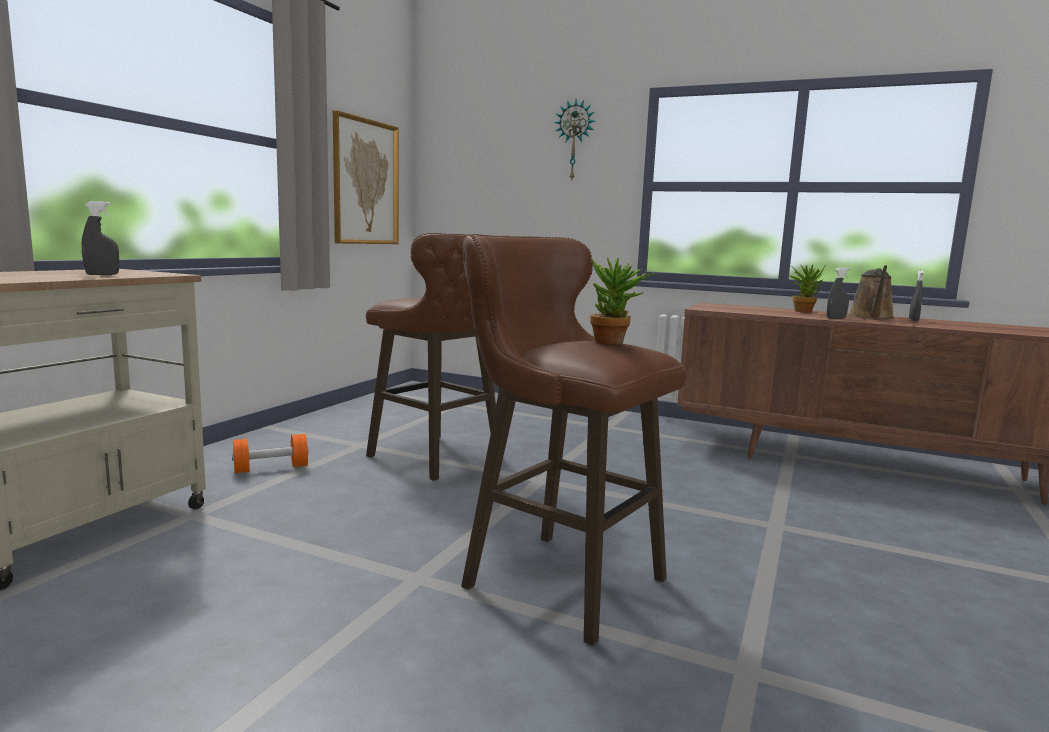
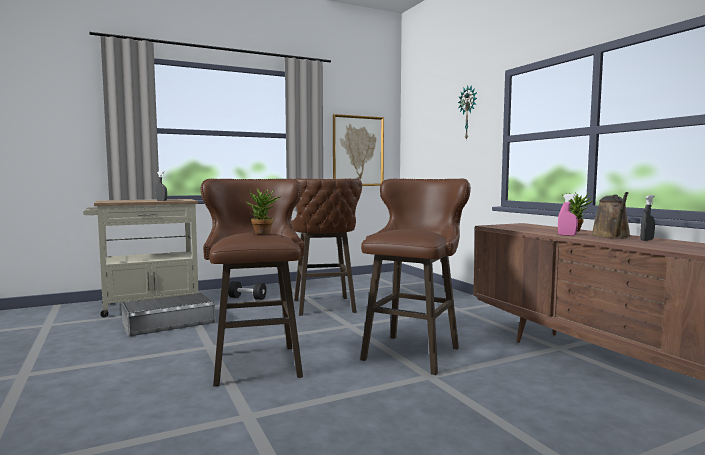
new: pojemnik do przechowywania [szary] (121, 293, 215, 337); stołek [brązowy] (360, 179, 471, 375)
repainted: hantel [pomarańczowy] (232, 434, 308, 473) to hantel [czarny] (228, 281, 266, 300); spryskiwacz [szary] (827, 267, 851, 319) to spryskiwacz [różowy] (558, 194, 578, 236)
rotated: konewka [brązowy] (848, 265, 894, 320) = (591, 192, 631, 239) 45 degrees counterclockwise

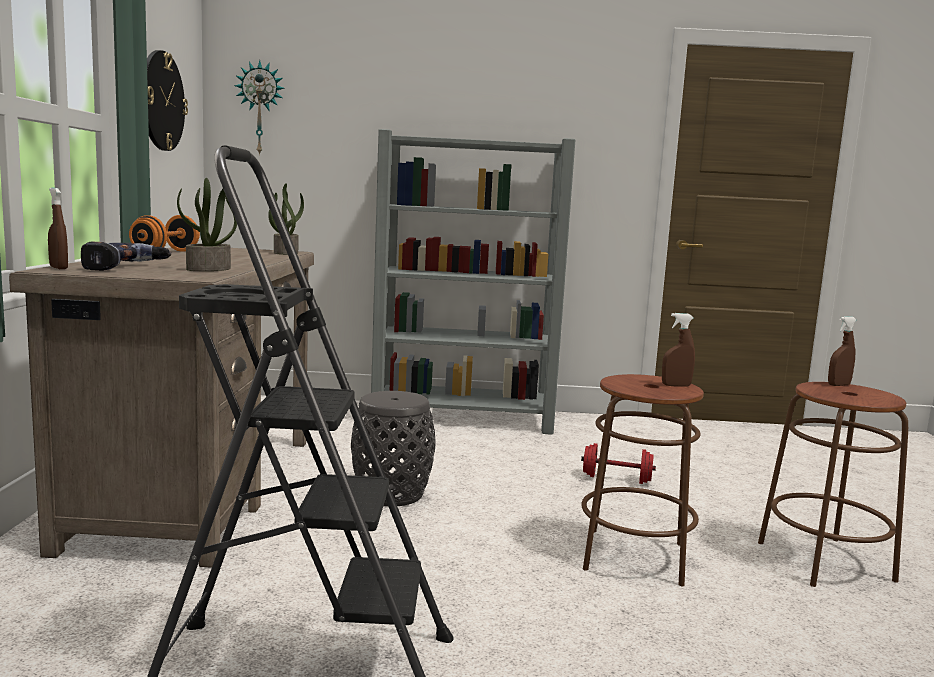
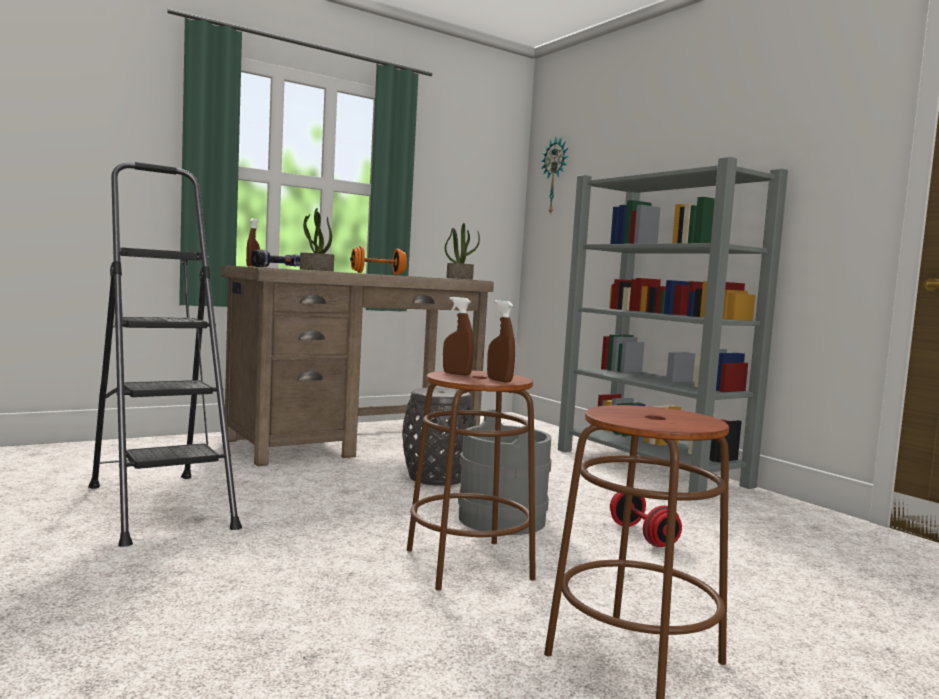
gone: zegar ścienny (147, 50, 188, 151)
new: wiadro [szary] (458, 409, 552, 535)
shifted: spryskiwacz [brązowy] (828, 316, 856, 386) to (443, 297, 474, 376)

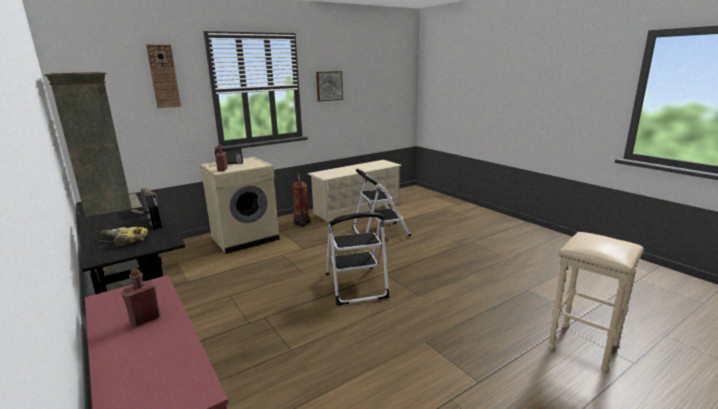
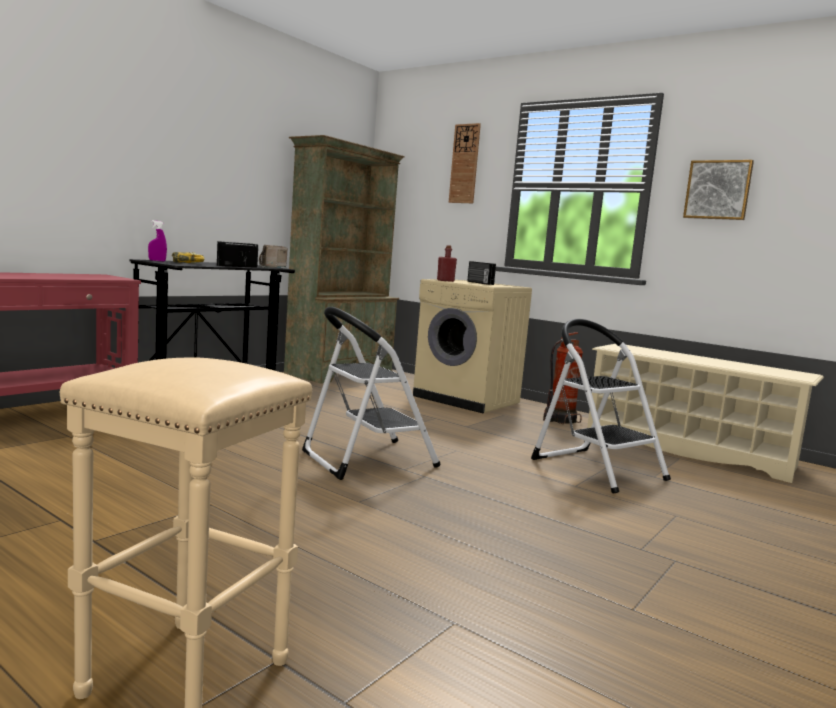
gone: butelka [czerwony] (121, 268, 161, 327)
new: spryskiwacz [fioletowy] (148, 220, 167, 261)

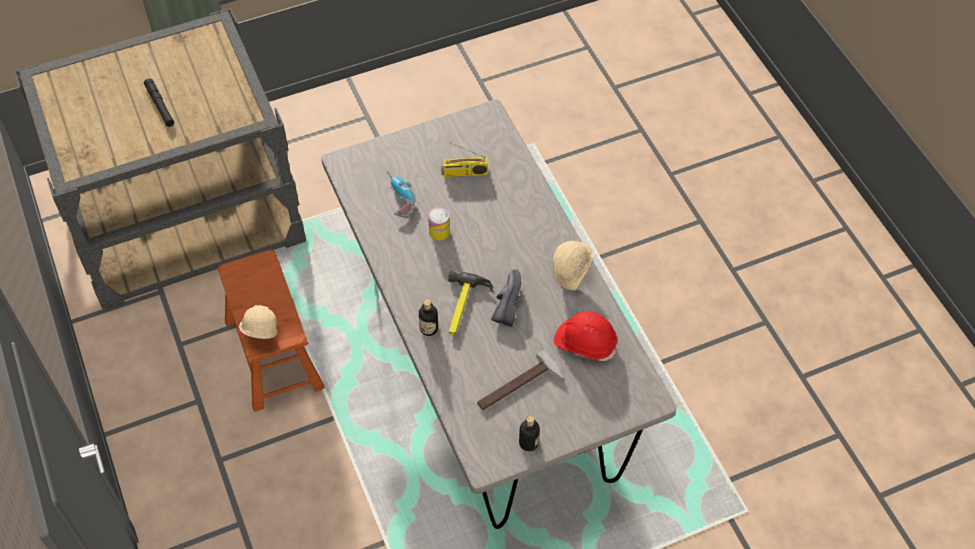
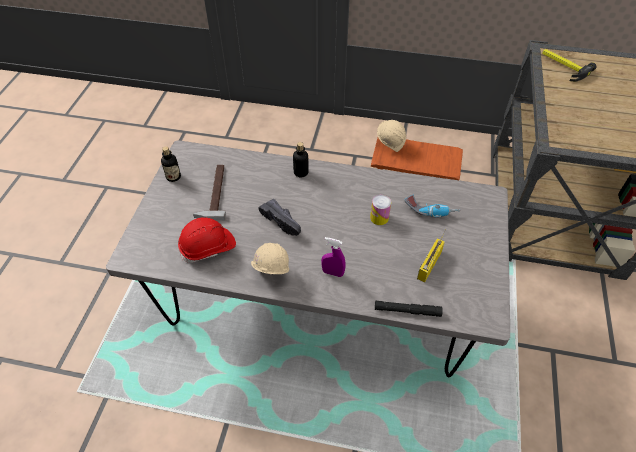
new: spryskiwacz [fioletowy] (321, 237, 346, 277)
shifted: latarka [czarny] (144, 78, 174, 127) to (375, 300, 443, 317); młotek (448, 271, 493, 335) to (542, 49, 597, 82)

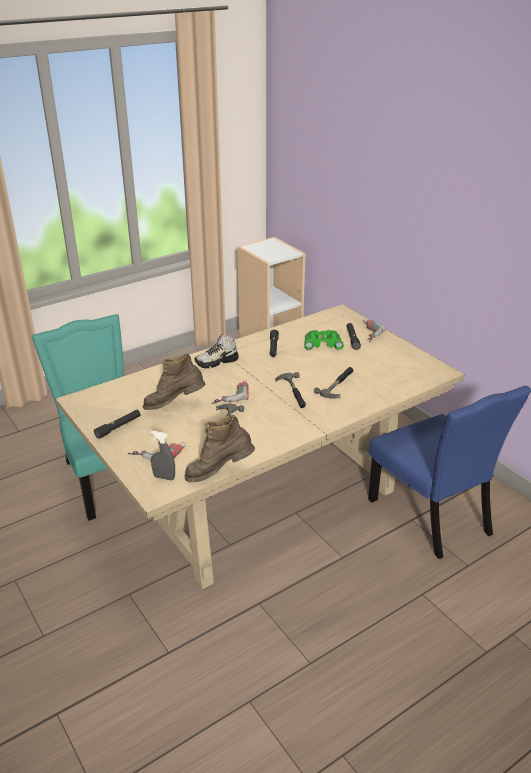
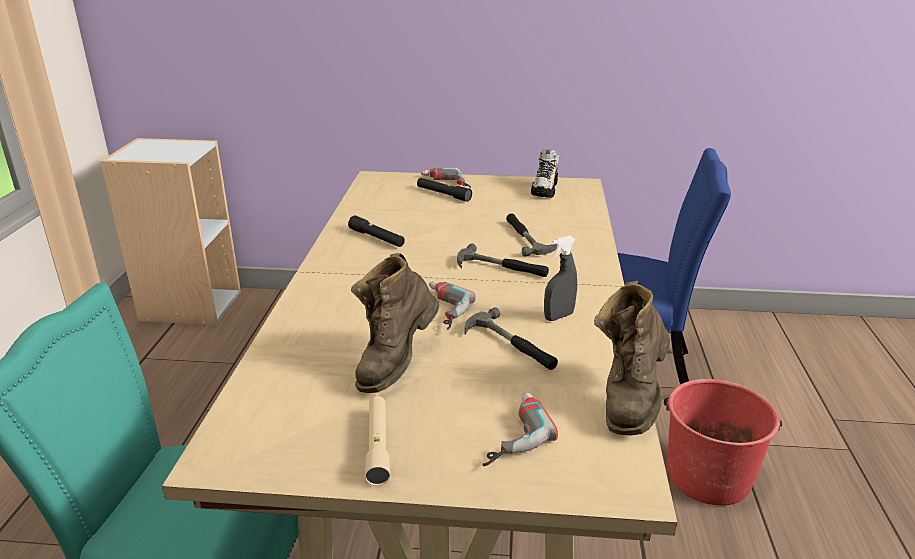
gone: lornetka [zielony] (304, 330, 344, 350)
new: wiadro [czerwony] (664, 379, 782, 505)
shifted: spryskiwacz [szary] (151, 431, 175, 481) to (544, 236, 577, 321); but (195, 334, 239, 368) to (531, 149, 559, 198)
repainted: latarka [czarny] (94, 410, 141, 439) to latarka [beżowy] (365, 396, 390, 486)

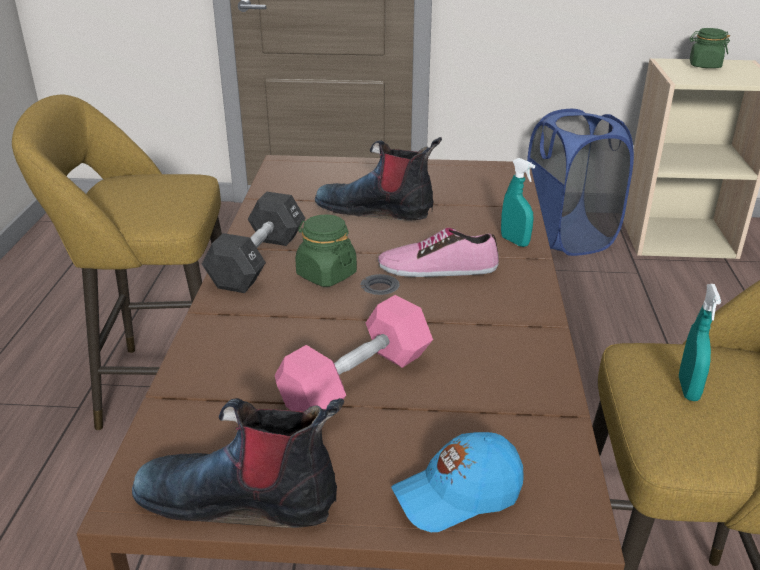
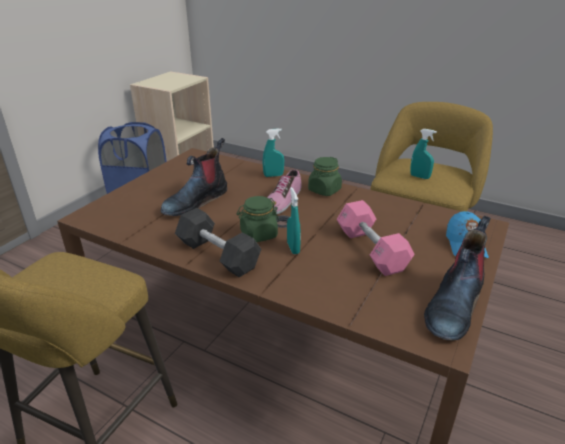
new: spryskiwacz [turkusowy] (287, 187, 301, 254)
shifted: słoik [zielony] (689, 28, 730, 68) to (308, 157, 342, 196)

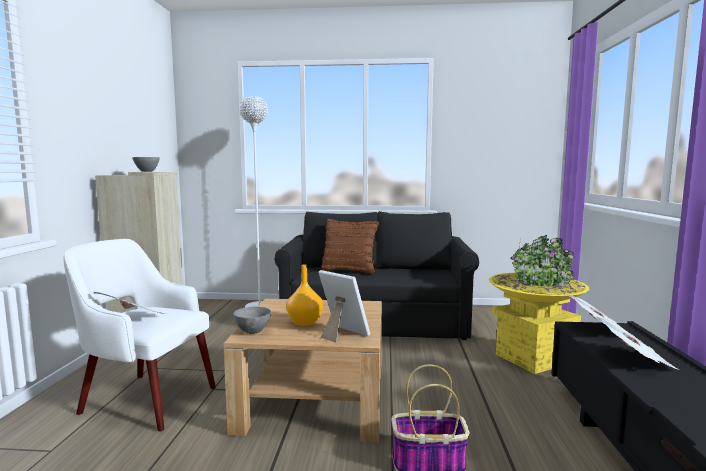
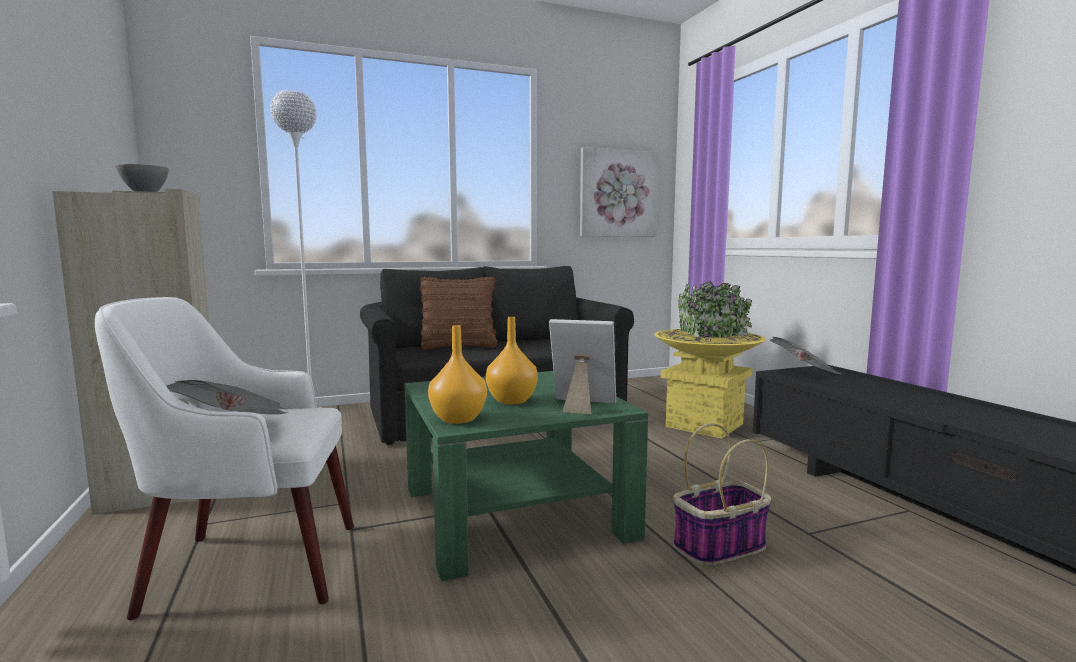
gone: gazeta (594, 316, 680, 370)
new: obraz (580, 147, 659, 237)
swapped: miska [szary] (233, 307, 271, 334) to wazon [pomarańczowy] (428, 325, 487, 424)
repainted: ława [brązowy] (223, 299, 382, 443) to ława [zielony] (404, 371, 648, 581)

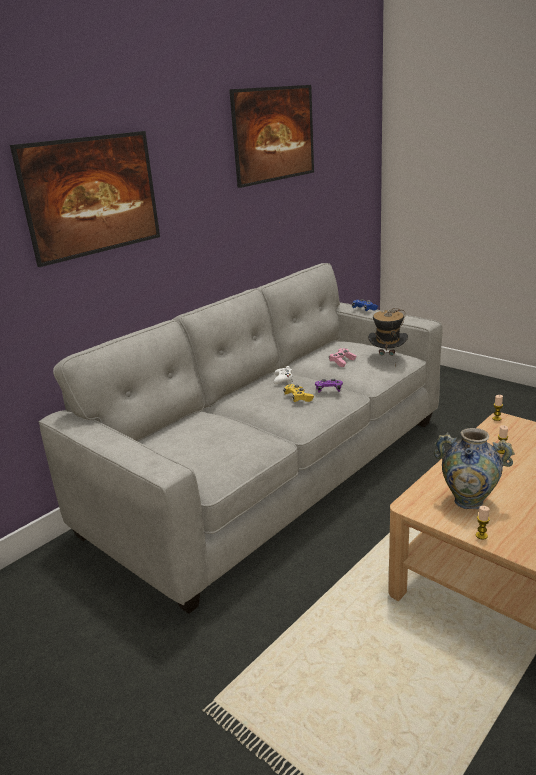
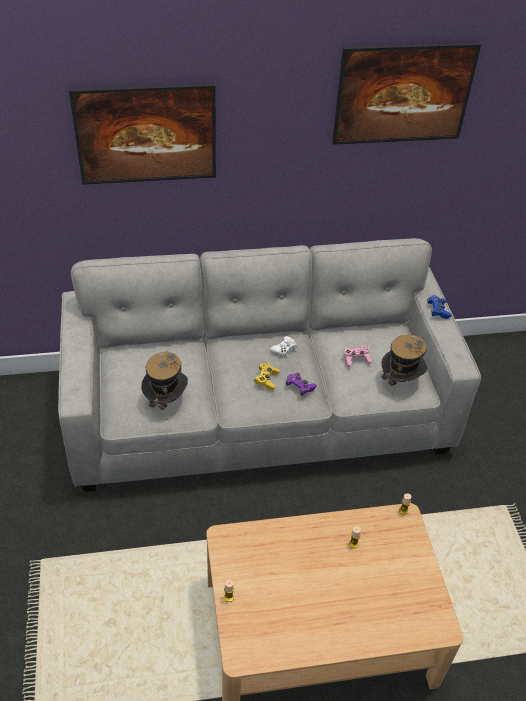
gone: wazon (434, 428, 515, 509)
new: kapelusz (141, 351, 188, 419)

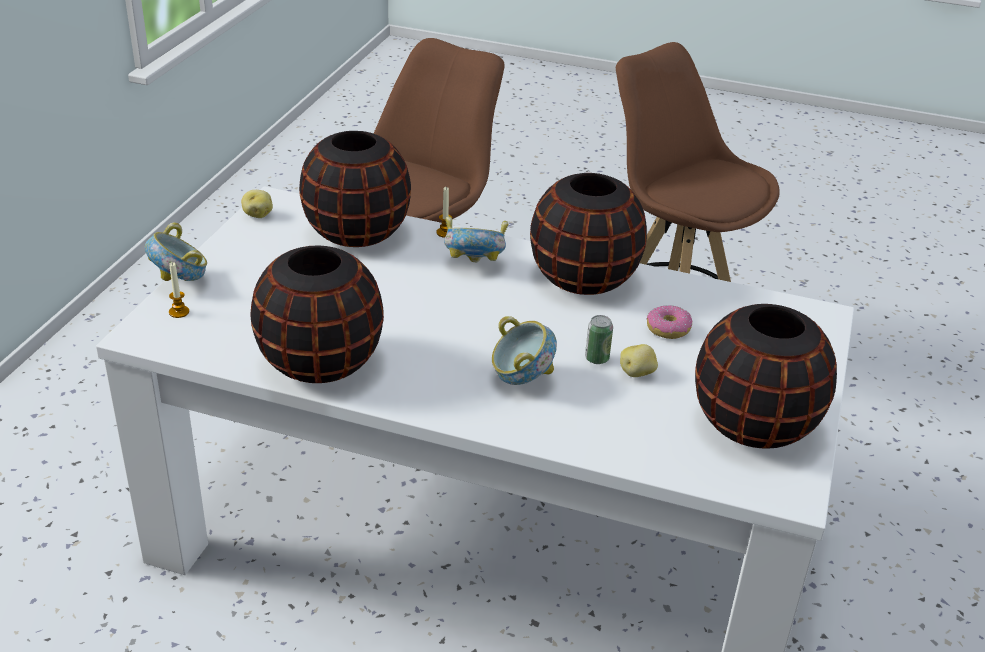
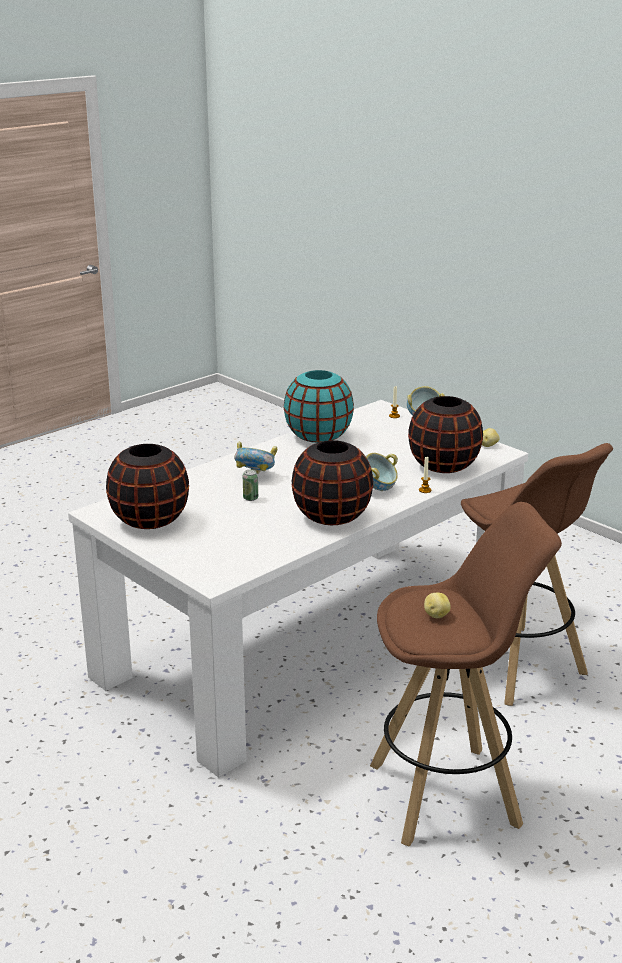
gone: donut (647, 305, 692, 339)
shifted: ziemniak (620, 344, 658, 377) to (424, 593, 451, 618)
repainted: wazon [czarny] (250, 246, 384, 383) to wazon [turkusowy] (284, 370, 354, 443)

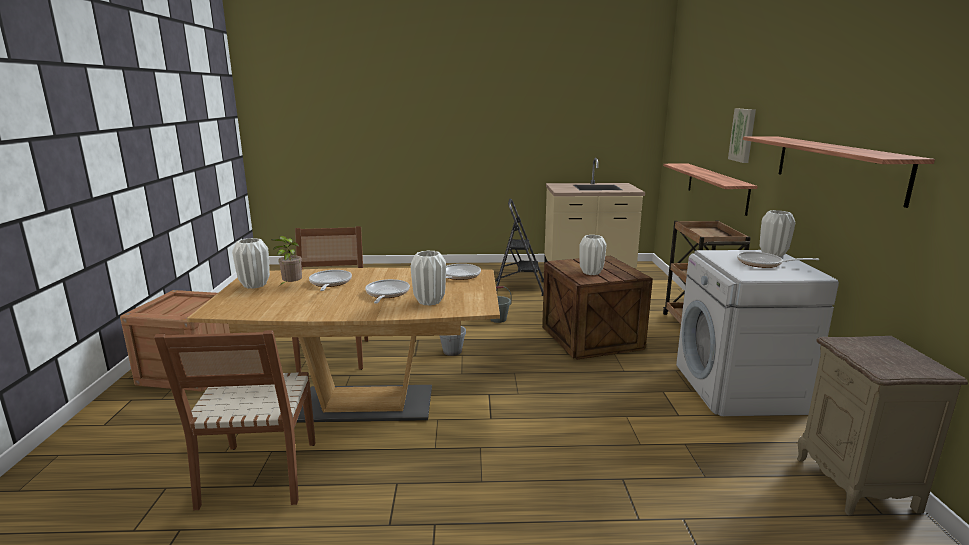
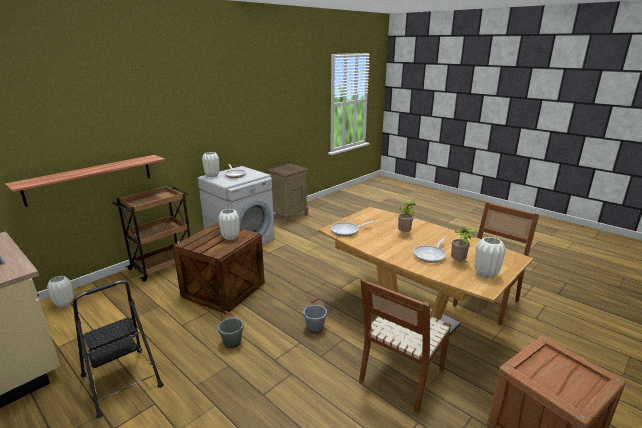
gone: obraz (728, 109, 756, 163); półka (743, 136, 935, 208)
shifted: wazon [biały] (411, 250, 446, 306) to (47, 276, 74, 307)
swapped: patelnia (365, 279, 410, 304) to roślina doniczkowa (398, 201, 416, 232)

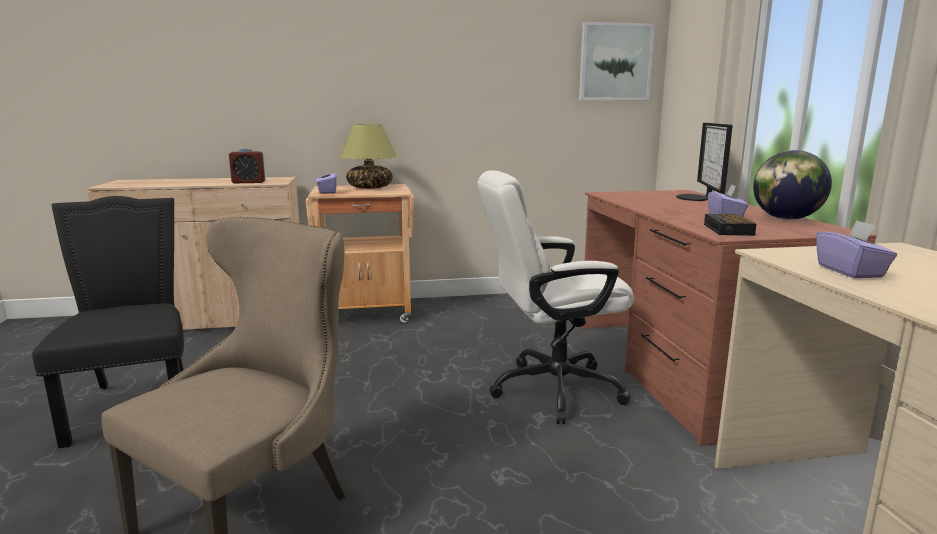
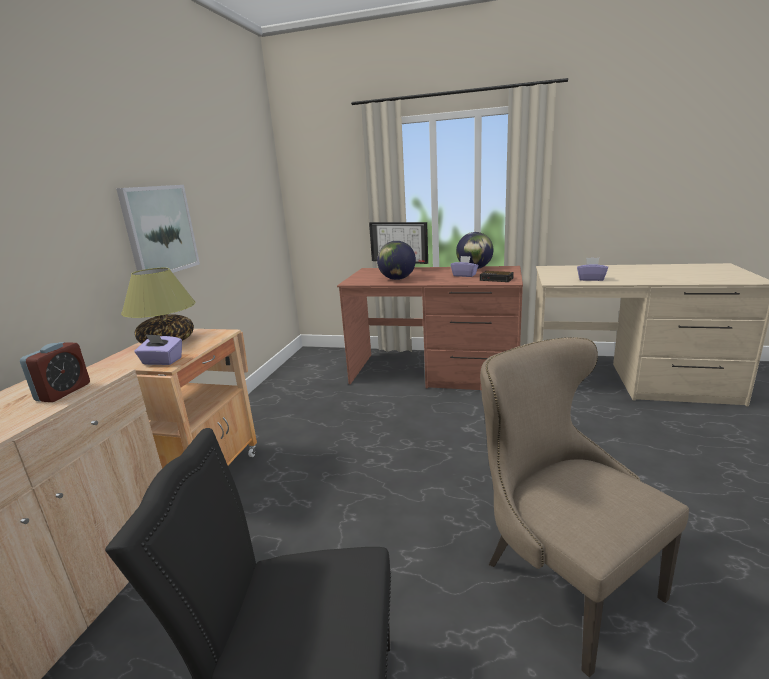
gone: krzesło biurowe [biały] (477, 170, 634, 424)
new: globus (377, 241, 416, 280)
shifted: obraz (579, 22, 655, 100) to (116, 185, 200, 273)

